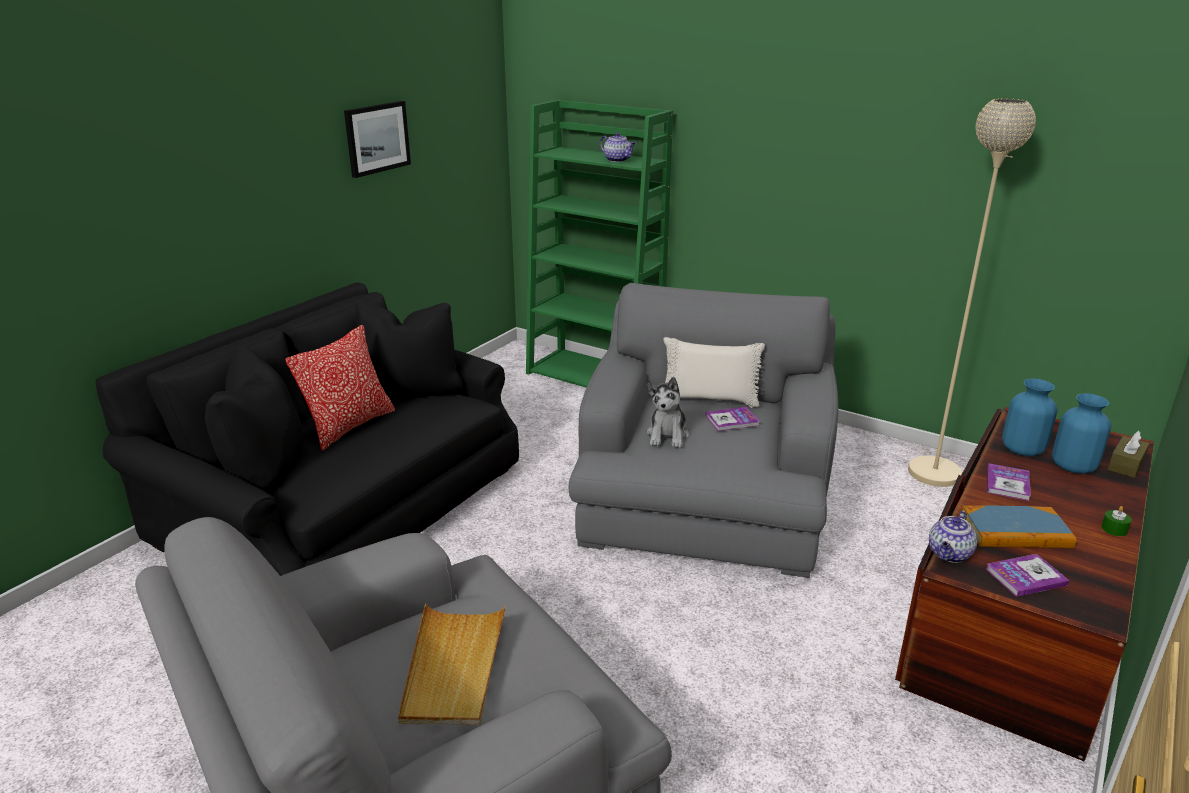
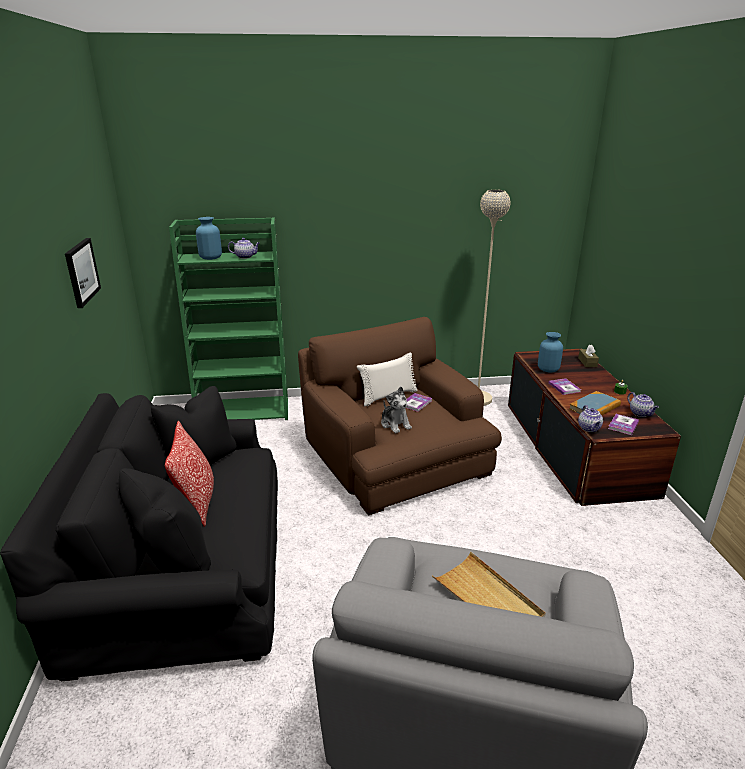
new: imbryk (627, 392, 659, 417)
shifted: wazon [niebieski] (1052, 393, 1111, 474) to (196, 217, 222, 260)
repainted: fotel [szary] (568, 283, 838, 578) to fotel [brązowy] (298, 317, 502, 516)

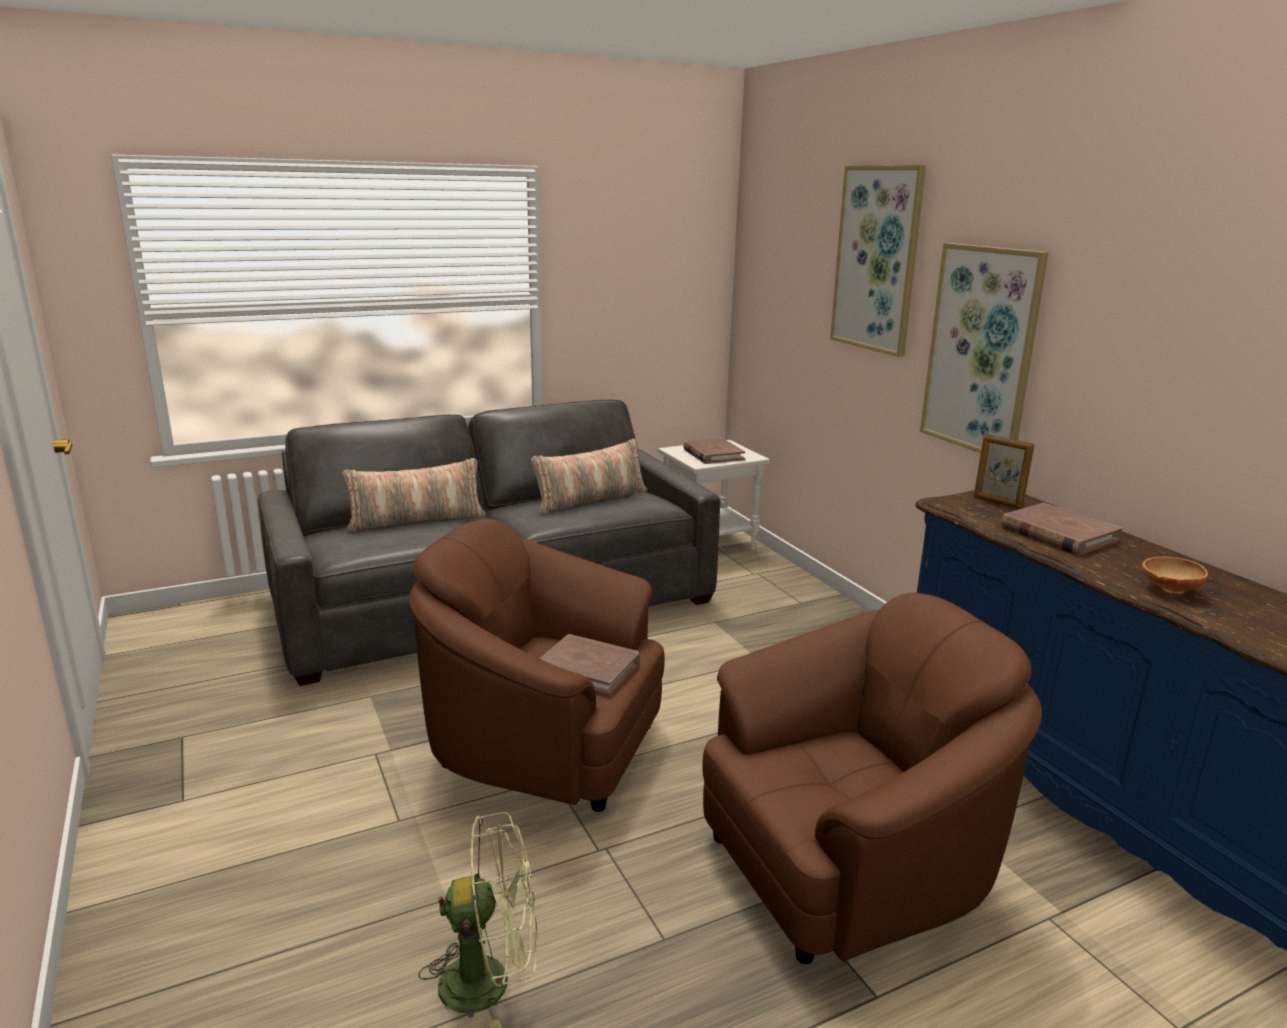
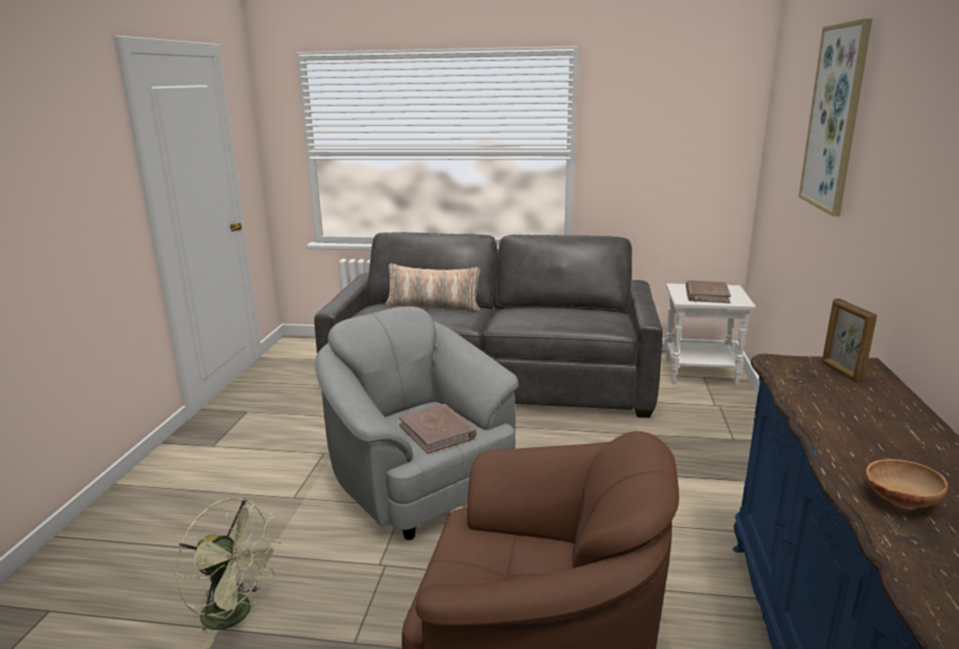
gone: poduszka (531, 439, 648, 515); obraz (920, 243, 1049, 453); książka [brązowy] (1001, 503, 1122, 555)
repainted: fotel [brązowy] (409, 519, 665, 812) to fotel [szary] (315, 306, 519, 540)

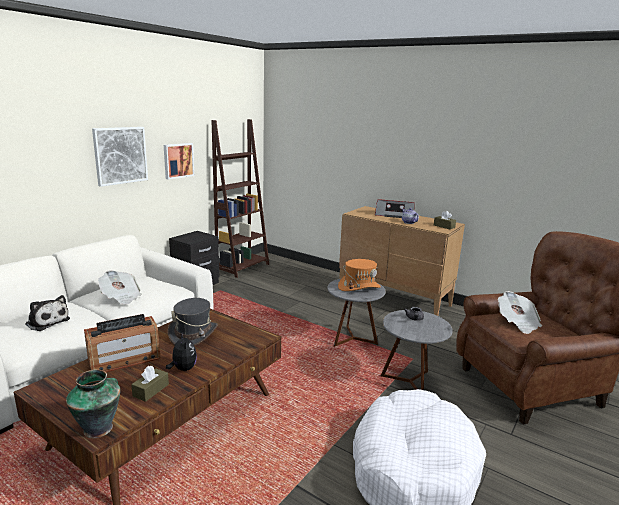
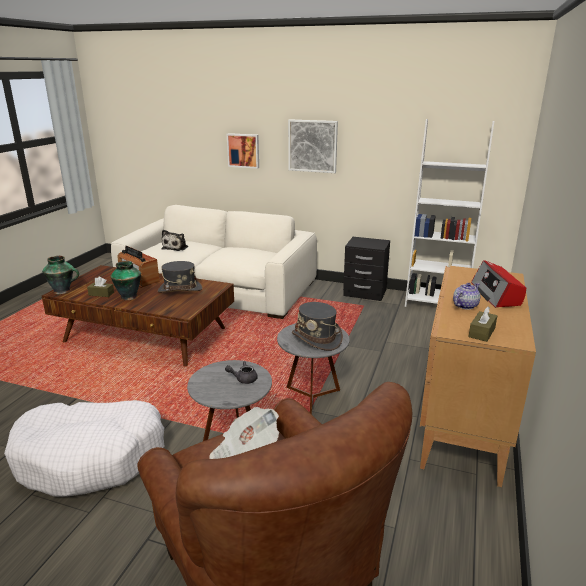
gone: gazeta (98, 270, 142, 305)
shifted: obraz (164, 143, 194, 180) to (227, 133, 259, 169)
swapped: pluszak (166, 332, 197, 371) to wazon (111, 261, 141, 300)
repainted: regał [brązowy] (211, 119, 269, 278) to regał [biały] (405, 119, 494, 307); kapelusz [pomarańczowy] (338, 259, 381, 291) to kapelusz [szary] (292, 302, 343, 351)

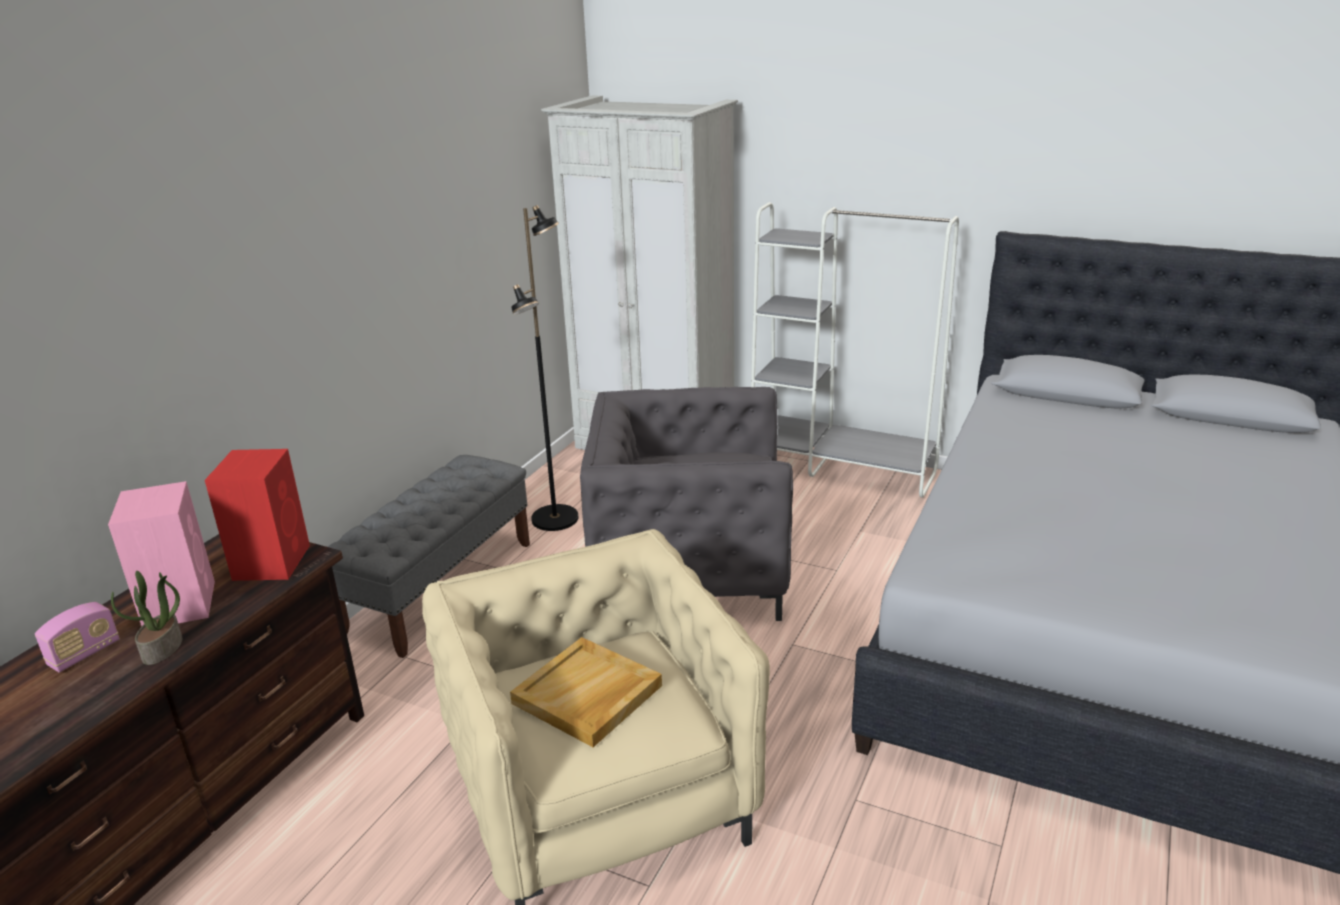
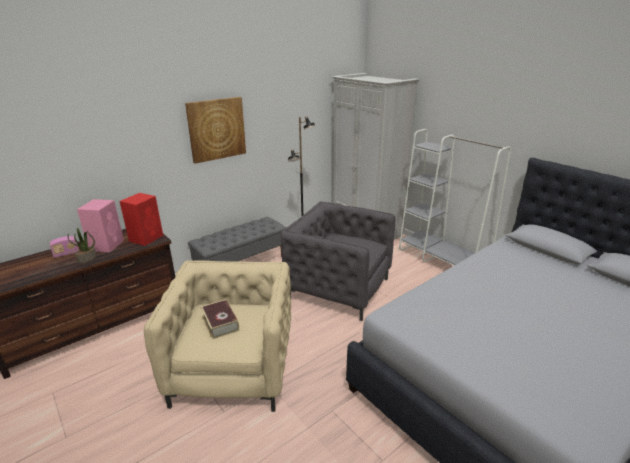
new: obraz (185, 97, 246, 164)
swapped: taca [beżowy] (510, 637, 662, 747) to książka (201, 299, 239, 339)

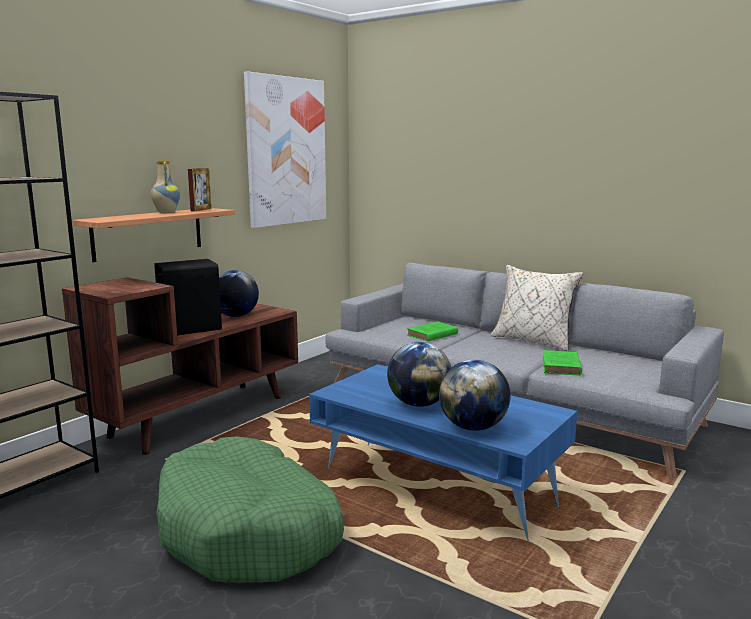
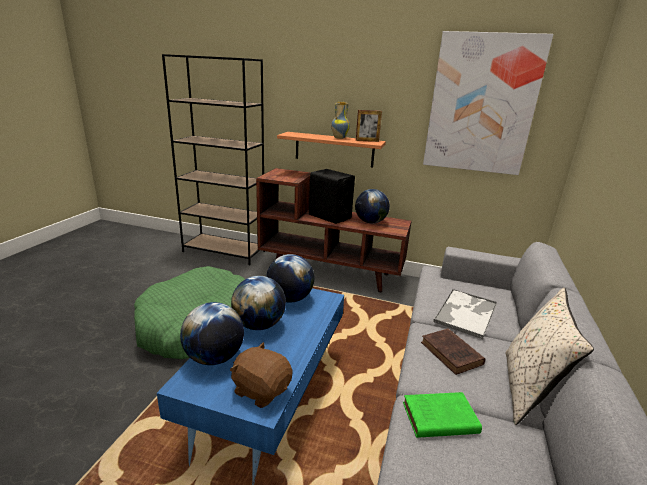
new: pluszak [brązowy] (230, 342, 293, 408); globus (266, 254, 315, 302); książka [brązowy] (421, 329, 485, 375)
swapped: książka [zielony] (407, 322, 458, 341) to taca (433, 289, 497, 339)

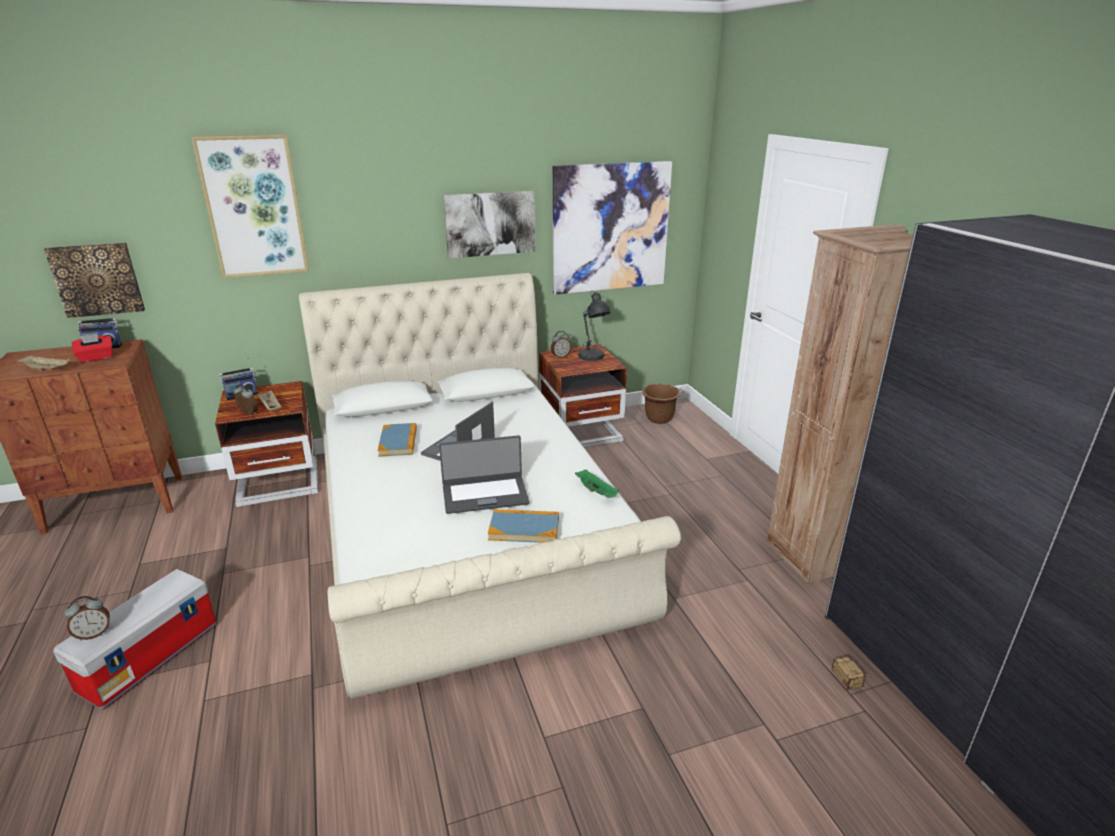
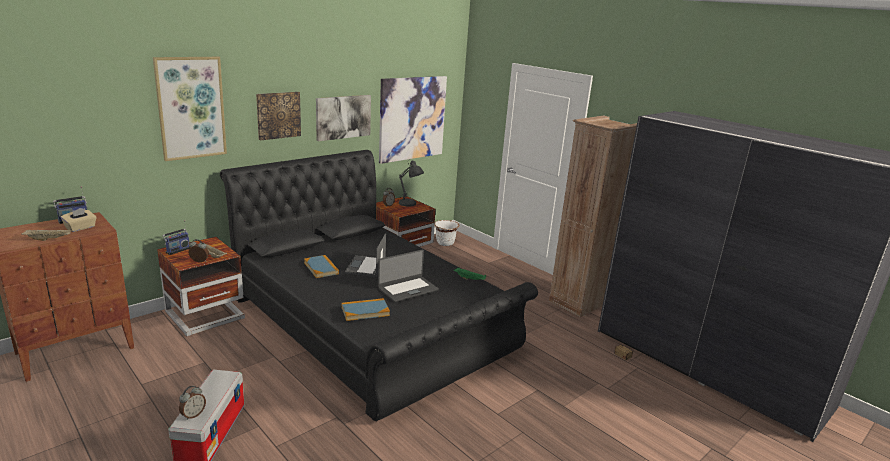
shifted: obraz (44, 243, 145, 318) to (256, 92, 301, 140); książka (488, 509, 559, 543) to (341, 298, 390, 321)
repainted: pudełko chusteczek [czerwony] (72, 334, 112, 363) to pudełko chusteczek [beżowy] (61, 208, 97, 232); łóżko [beżowy] (299, 273, 681, 699) to łóżko [czarny] (220, 150, 538, 421); donica [brązowy] (642, 384, 681, 424) to donica [biały] (435, 220, 460, 246)

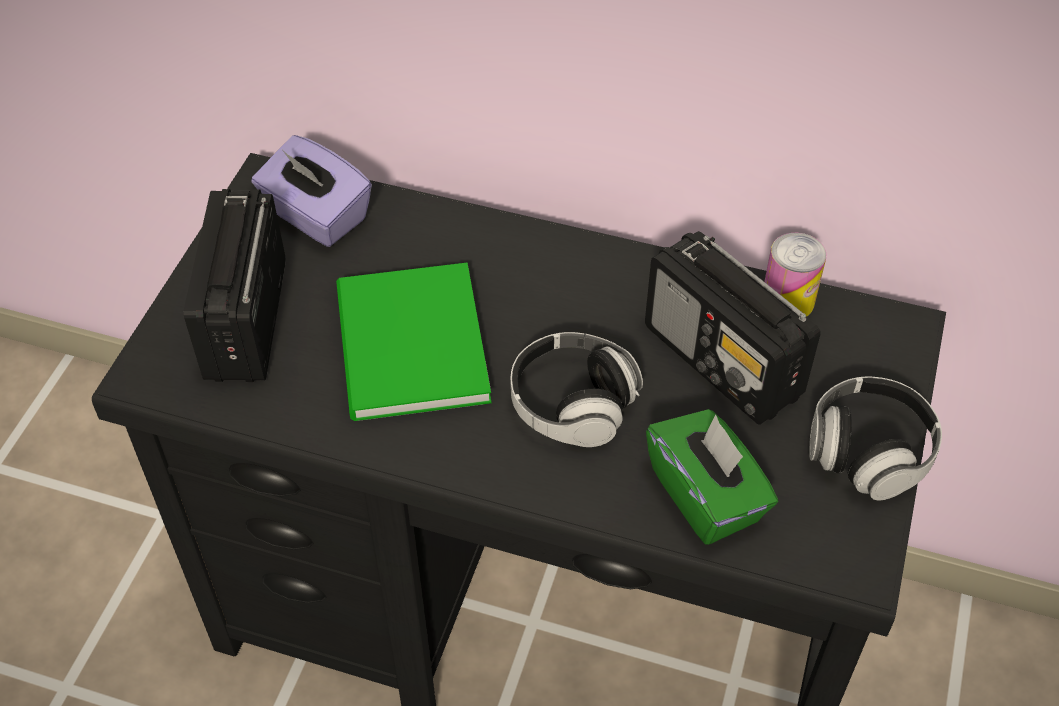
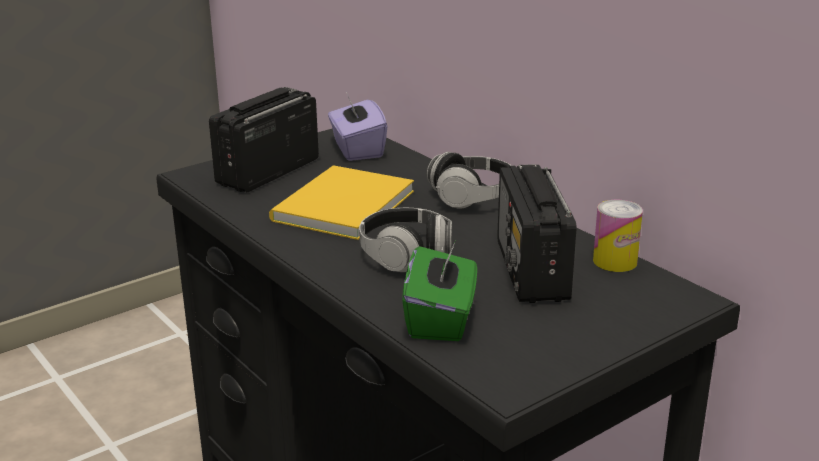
shifted: słuchawki (809, 377, 942, 500) to (427, 152, 512, 209)
repainted: książka [zielony] (336, 263, 492, 421) to książka [żółty] (269, 165, 414, 240)

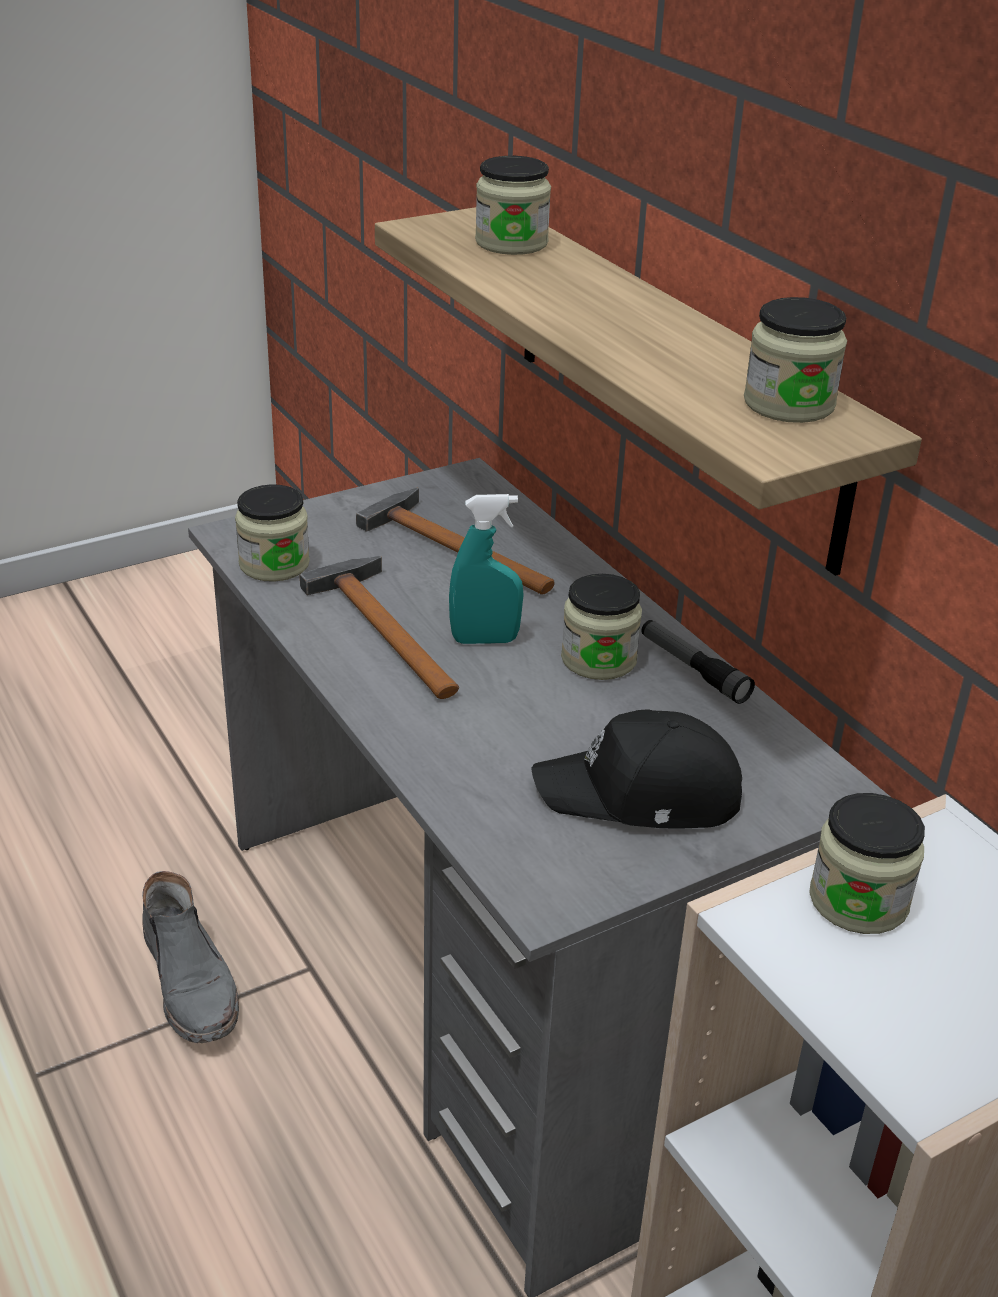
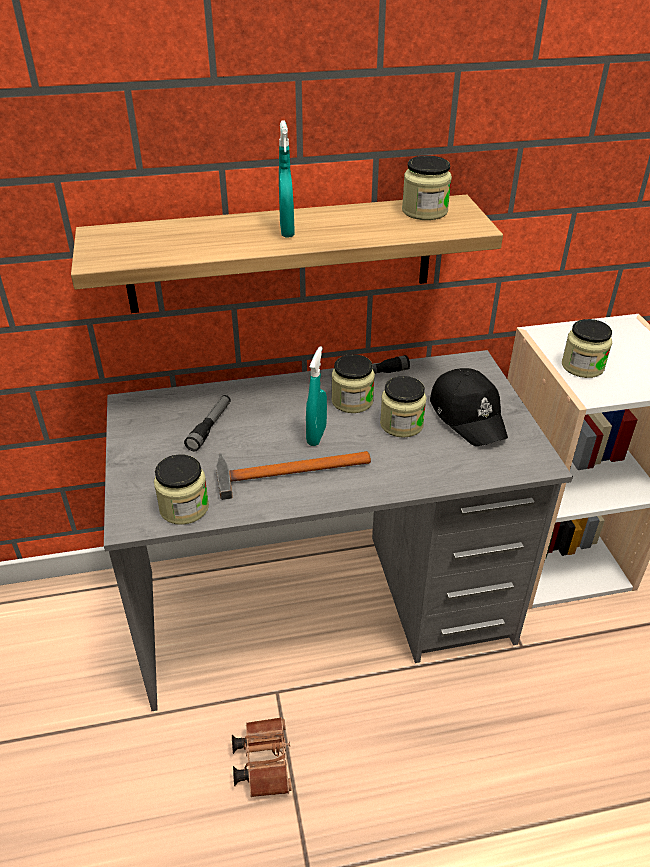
new: spryskiwacz [turkusowy] (279, 120, 295, 238)
shifted: słoik (475, 156, 551, 255) to (380, 376, 427, 438)
swapped: but z cholewką [szary] (142, 871, 239, 1043) to lornetka [brązowy] (232, 717, 292, 797); młotek (356, 487, 555, 595) to latarka (184, 395, 231, 452)
rotated: czapka z daszkiem [czarny] (531, 709, 742, 829) = (430, 368, 508, 446) 45 degrees counterclockwise

